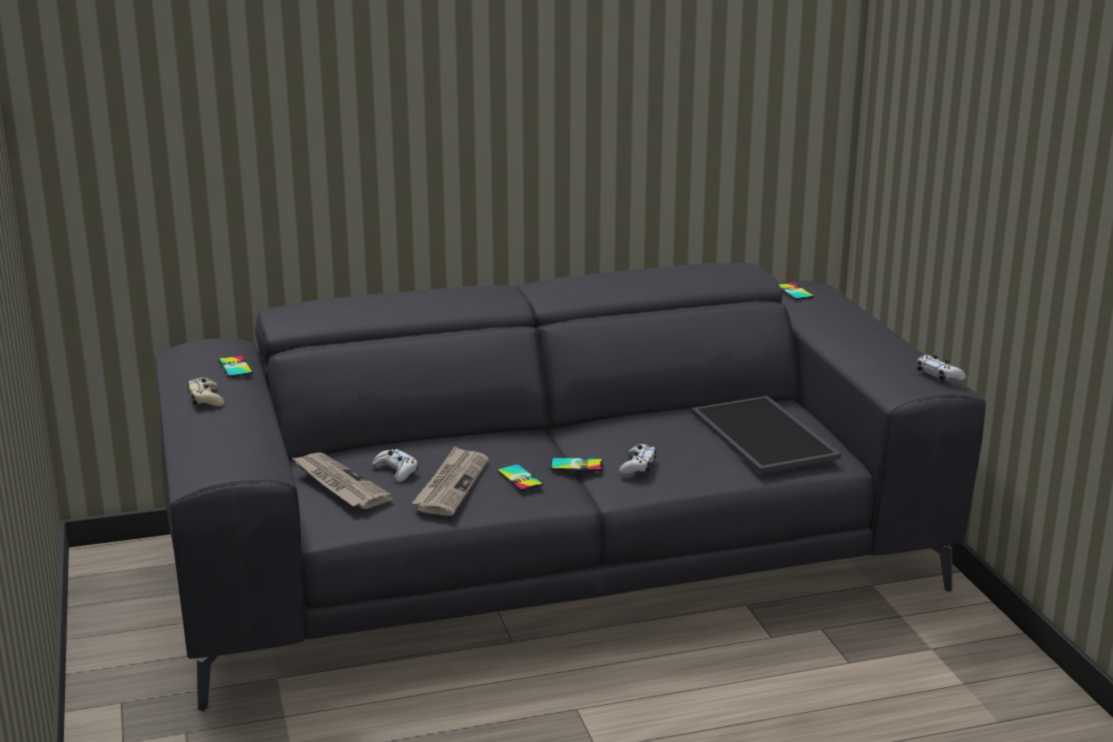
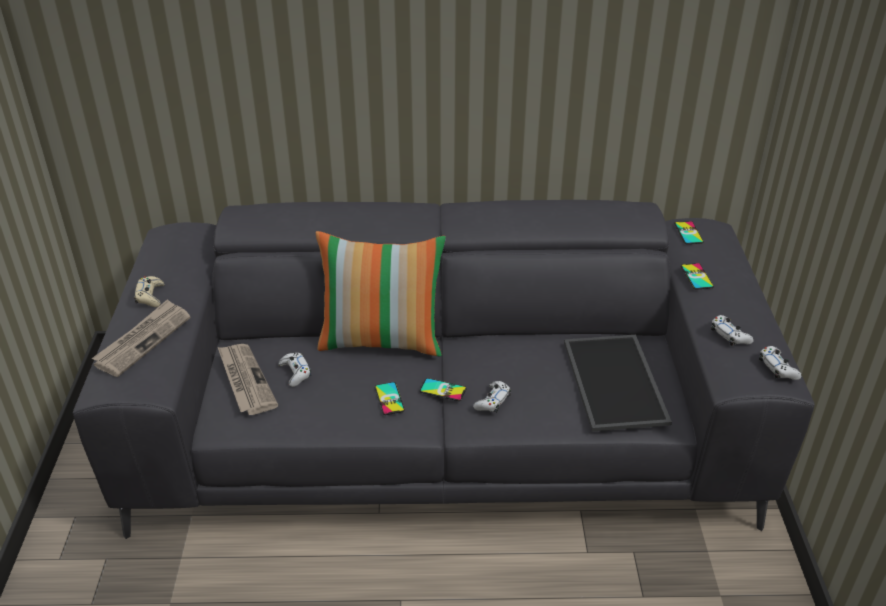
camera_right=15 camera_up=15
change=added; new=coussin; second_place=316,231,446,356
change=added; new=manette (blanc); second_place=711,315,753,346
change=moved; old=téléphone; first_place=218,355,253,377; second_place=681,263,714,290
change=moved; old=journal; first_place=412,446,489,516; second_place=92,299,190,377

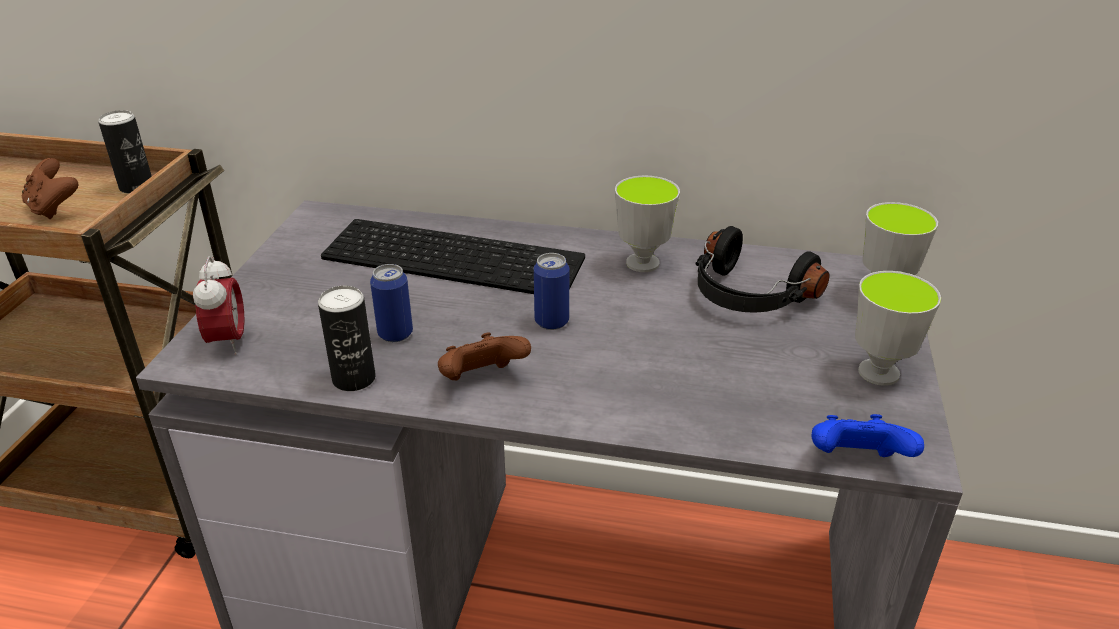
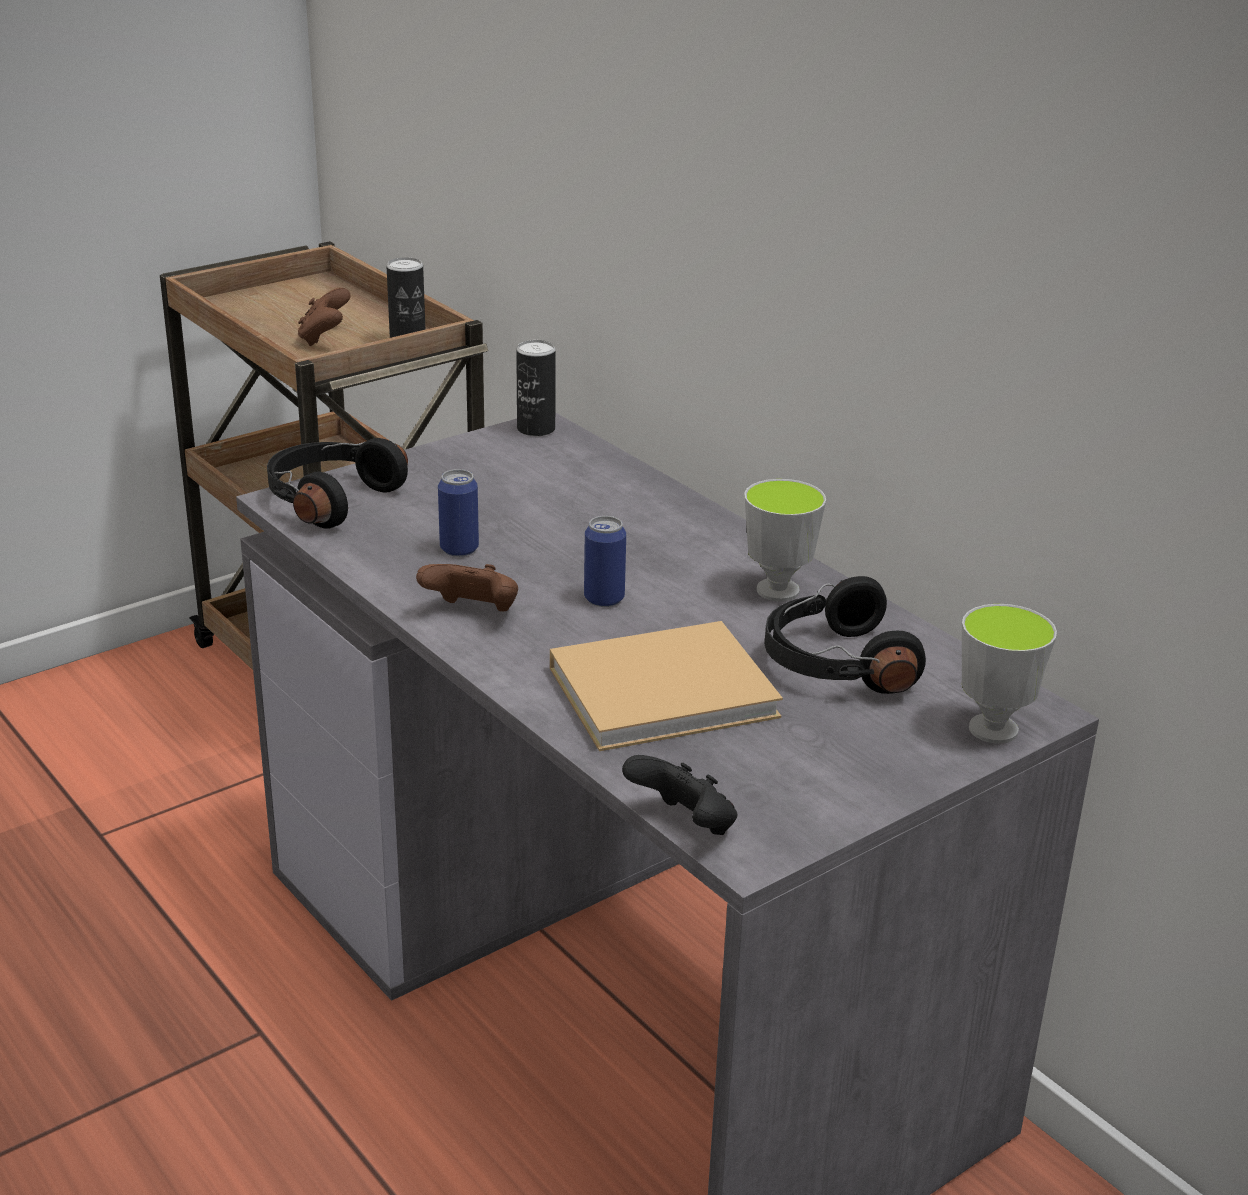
camera_right=40 camera_up=-5
change=removed; old=clavier; first_place=321,219,585,294
change=removed; old=tasse; first_place=855,271,941,386
change=added; new=livre (beige); second_place=550,621,783,751
change=moved; old=boîte métallique; first_place=318,286,375,391; second_place=516,340,556,436
change=replaced; old=réveil; new=casque audio (noir); first_place=193,256,244,355; second_place=267,438,408,529
change=recoloured; old=manette (bleu); new=manette (noir); first_place=811,414,924,457; second_place=622,755,737,835

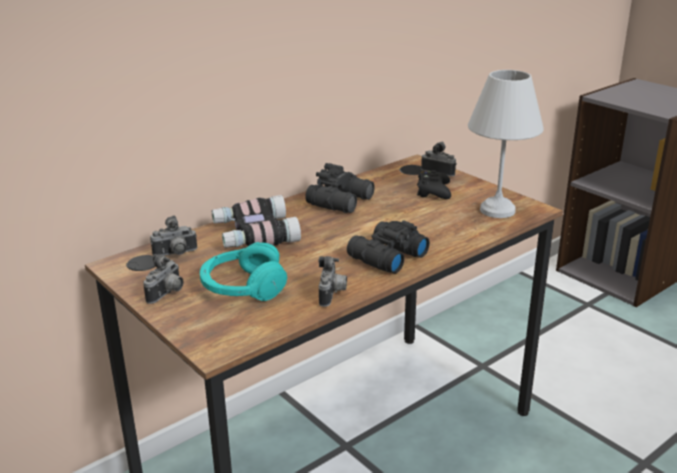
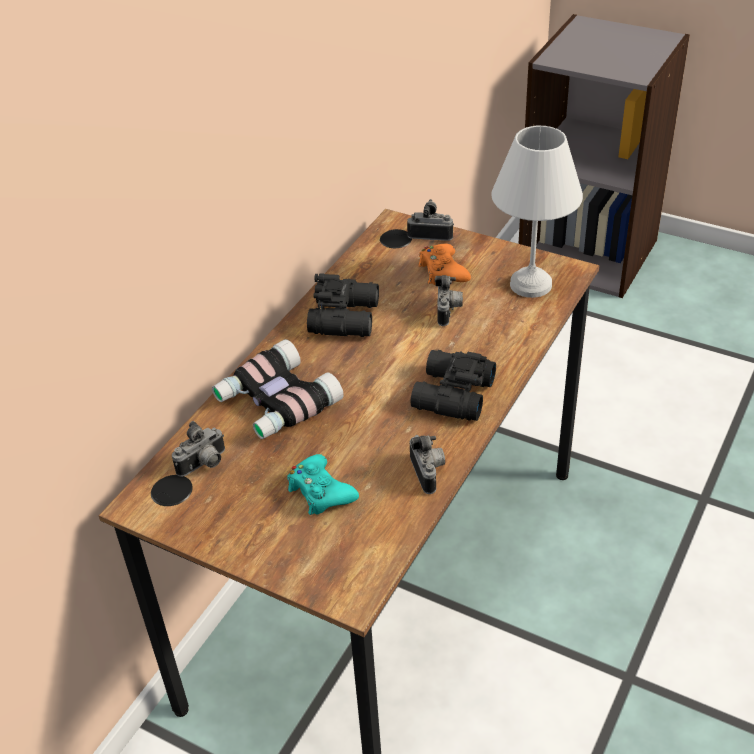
camera_right=-20 camera_up=15
change=moved; old=appareil photo; first_place=143,254,184,304; second_place=435,275,463,326
change=replaced; old=casque audio (turquoise); new=manette (turquoise); first_place=200,242,287,301; second_place=287,454,359,515
change=recoloured; old=manette (noir); new=manette (orange); first_place=417,170,451,199; second_place=418,244,471,285

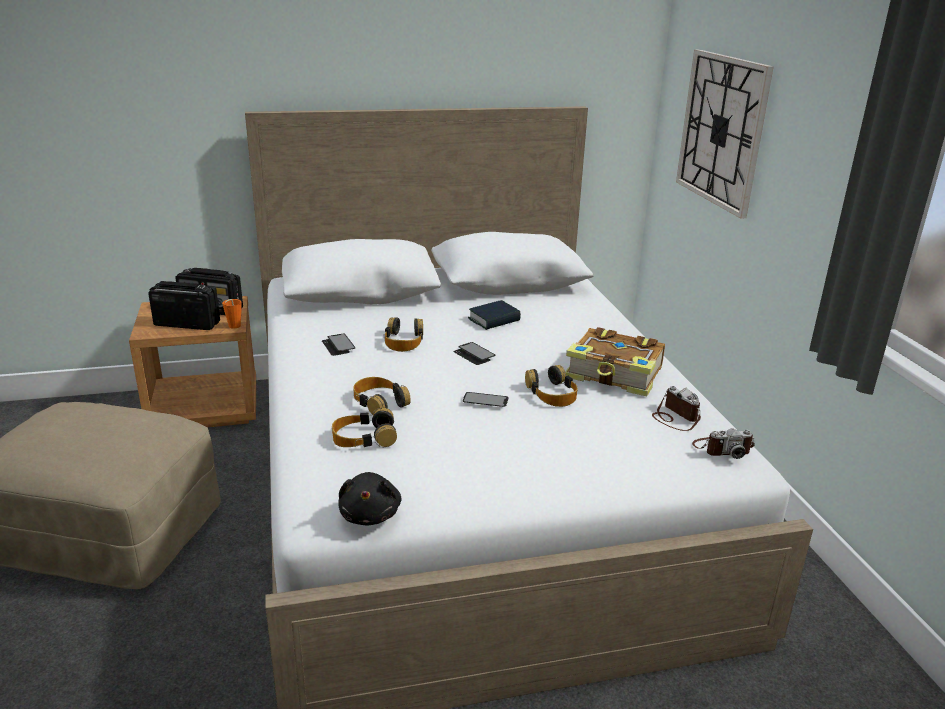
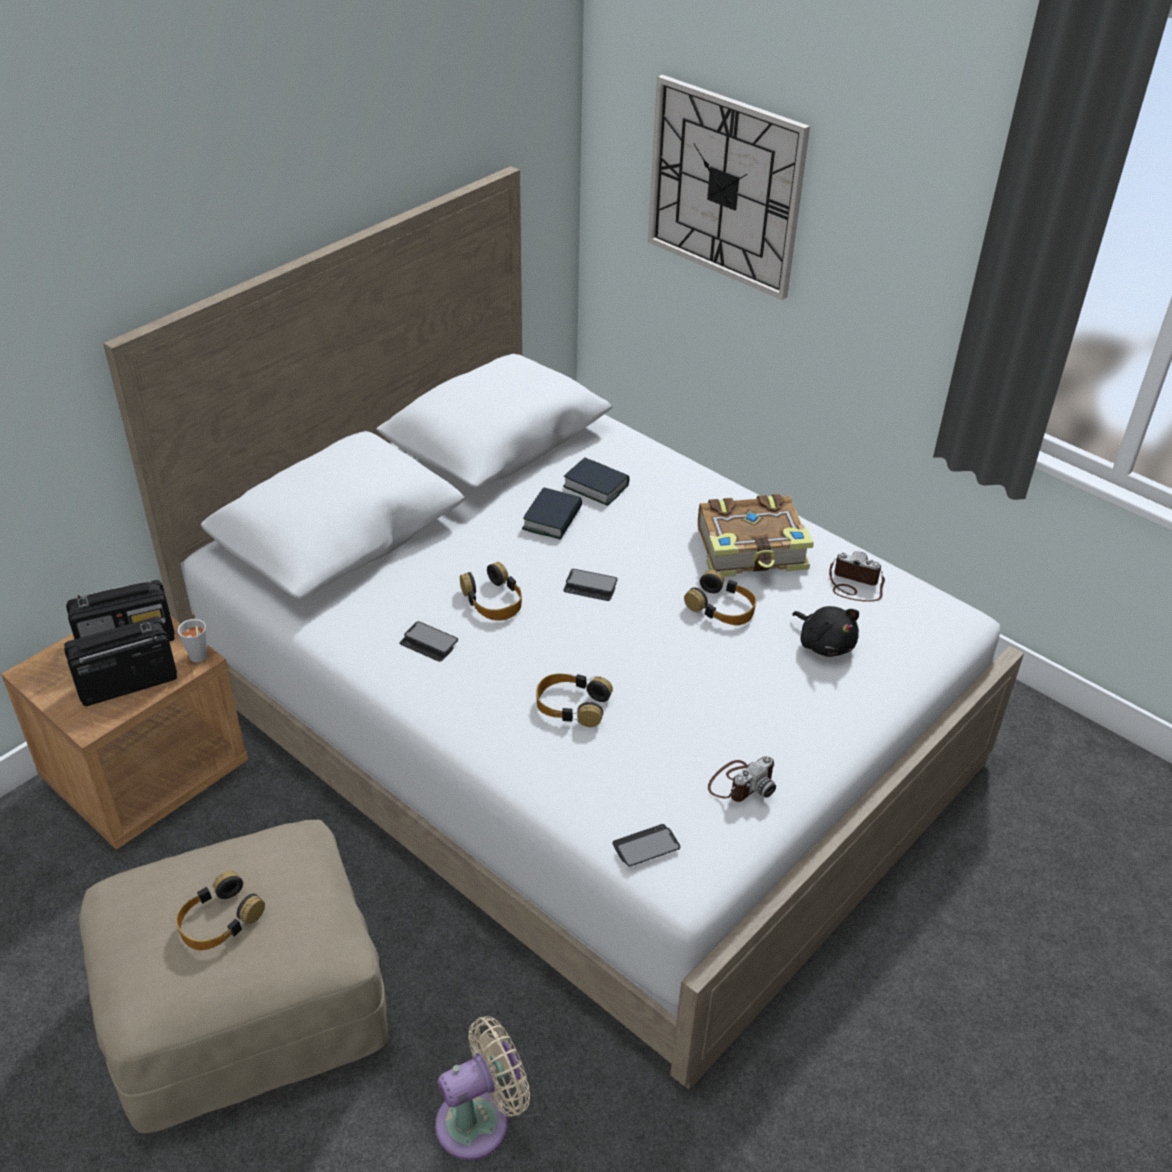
camera_right=-35 camera_up=15
change=added; new=ventilateur (beige); second_place=435,1016,530,1160
change=added; new=livre; second_place=563,457,629,506
change=moved; old=casque audio; first_place=332,408,397,447; second_place=176,871,265,950
change=moved; old=peluche (noir); first_place=339,472,401,525; second_place=792,606,859,657
change=moved; old=téléphone; first_place=463,392,509,407; second_place=612,824,680,867
change=moved; old=appareil photo; first_place=692,428,755,459; second_place=708,756,776,802
change=recoloured; old=tasse (orange); new=tasse (gris); first_place=222,299,242,329; second_place=178,619,207,662

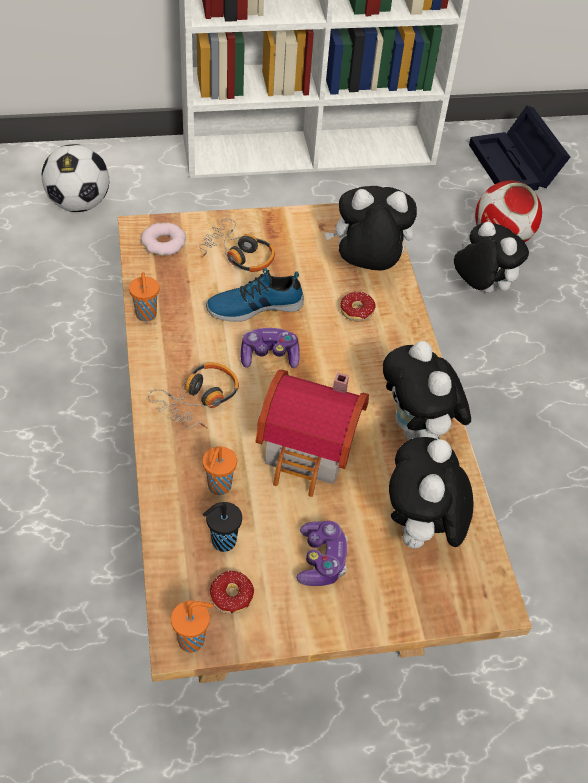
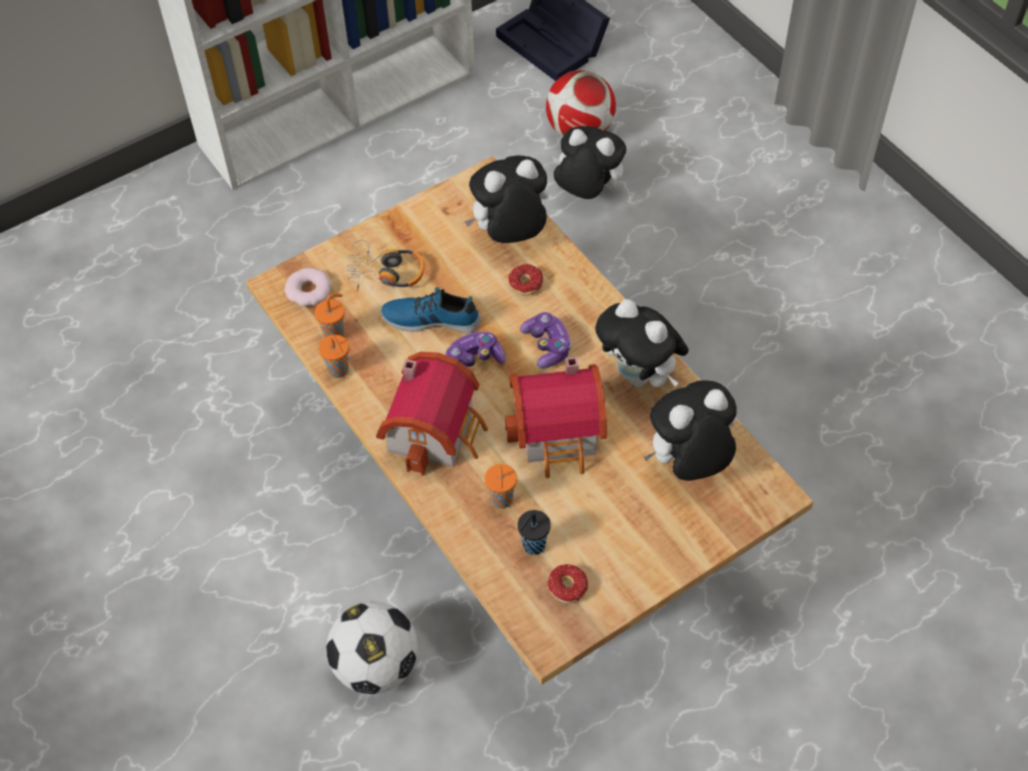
camera_right=-20 camera_up=5
change=moved; old=ballon de foot; first_place=42,144,109,212; second_place=326,602,418,694
change=moved; old=tasse (orange); first_place=171,601,213,652; second_place=315,293,345,337
change=moved; old=manette; first_place=296,521,348,586; second_place=520,312,572,368
change=replaced; old=casque audio; new=maison miniature; first_place=148,363,239,429; second_place=376,352,488,475
change=turned; old=chaussure; first_place=206,268,304,322; second_place=381,287,481,334; degrees=45
change=turned; old=peluche; first_place=389,437,473,556; second_place=644,381,737,481; degrees=75

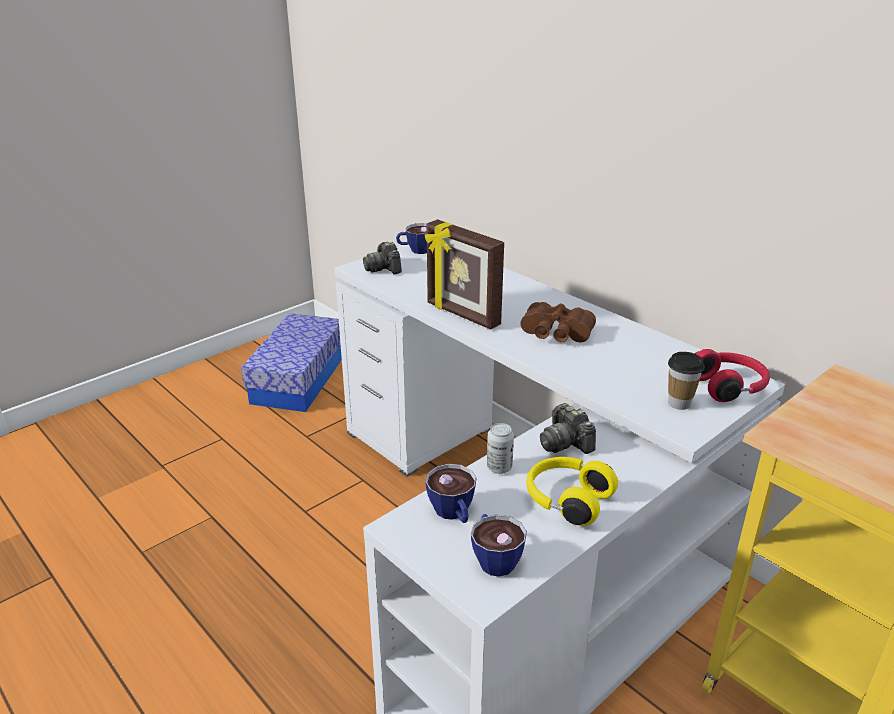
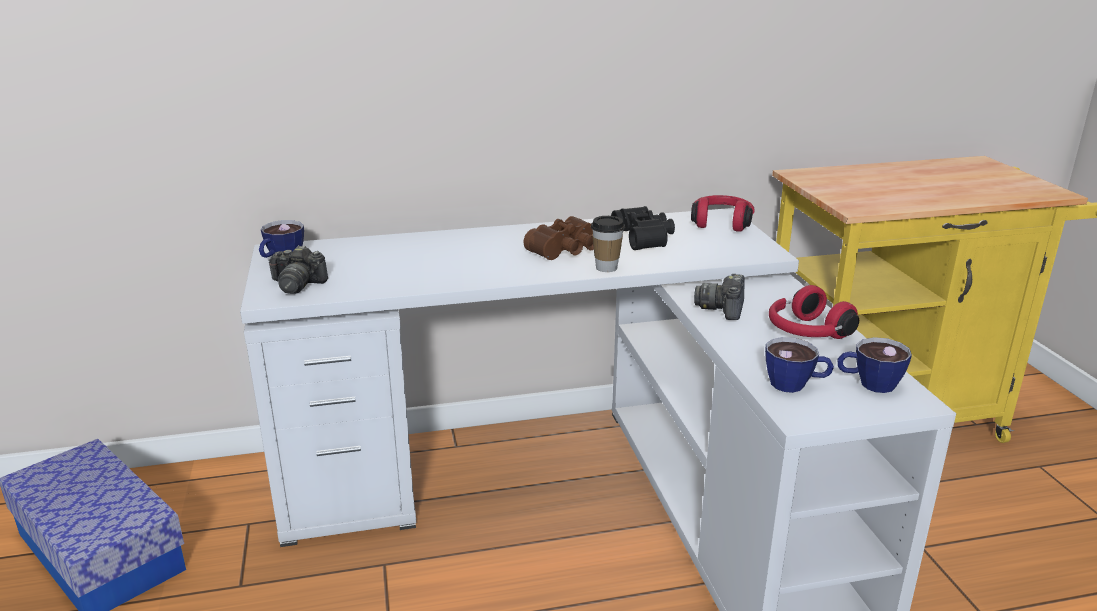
camera_right=-60 camera_up=-5
change=removed; old=cadre photo; first_place=425,219,504,329
change=removed; old=boîte métallique; first_place=487,423,514,474
change=added; new=jumelles (noir); second_place=611,206,675,250
change=moved; old=tasse; first_place=668,352,705,410; second_place=591,216,625,272
change=recoloured; old=casque audio (jaune); new=casque audio (rouge); first_place=526,457,618,526; second_place=769,285,859,339
change=turned; old=appareil photo; first_place=540,403,596,454; second_place=694,274,745,320; degrees=105

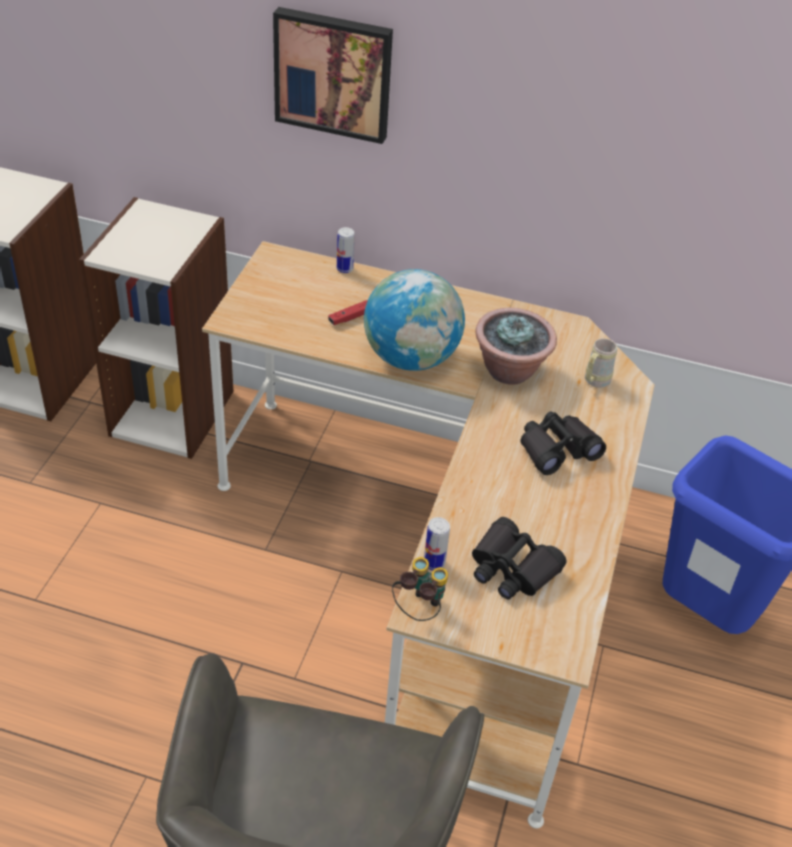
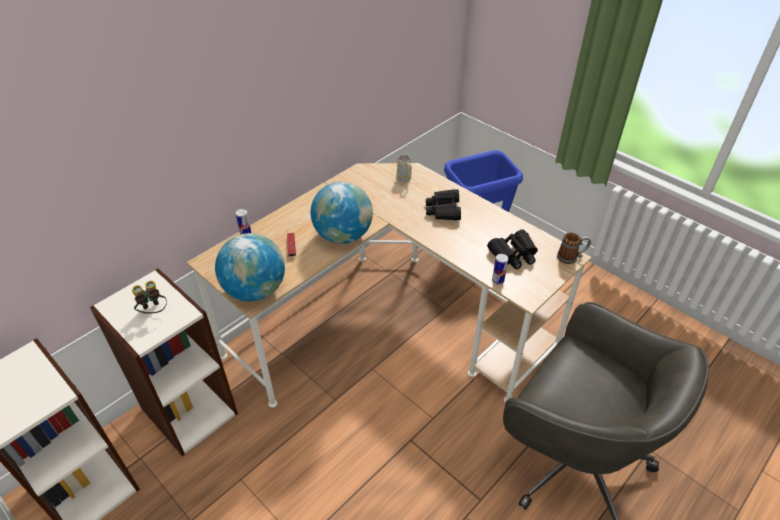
camera_right=-60 camera_up=0
change=removed; old=tableau; first_place=273,7,393,144
change=removed; old=plante en pot; first_place=476,308,557,385
change=added; new=globe; second_place=215,233,285,301
change=added; new=mug; second_place=557,232,591,264
change=moved; old=jumelles; first_place=392,557,448,621; second_place=132,281,167,314

